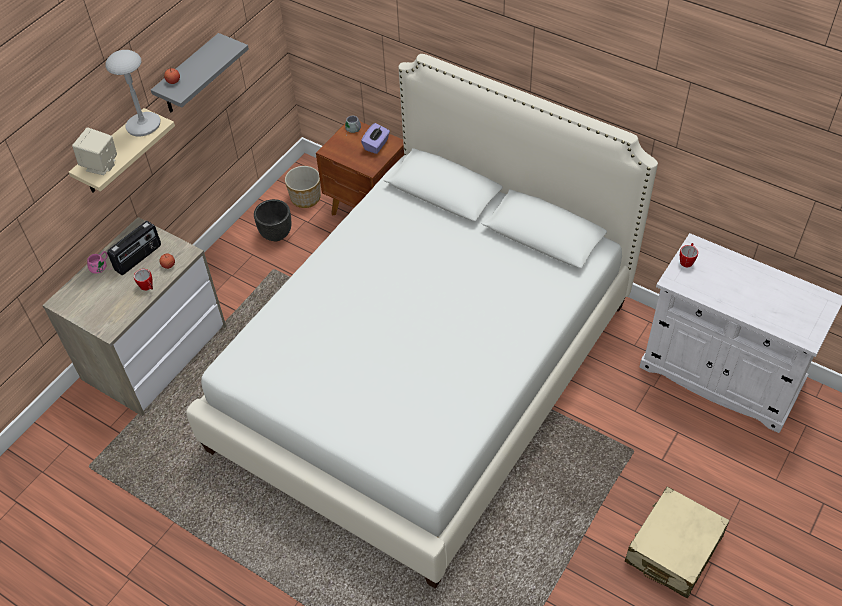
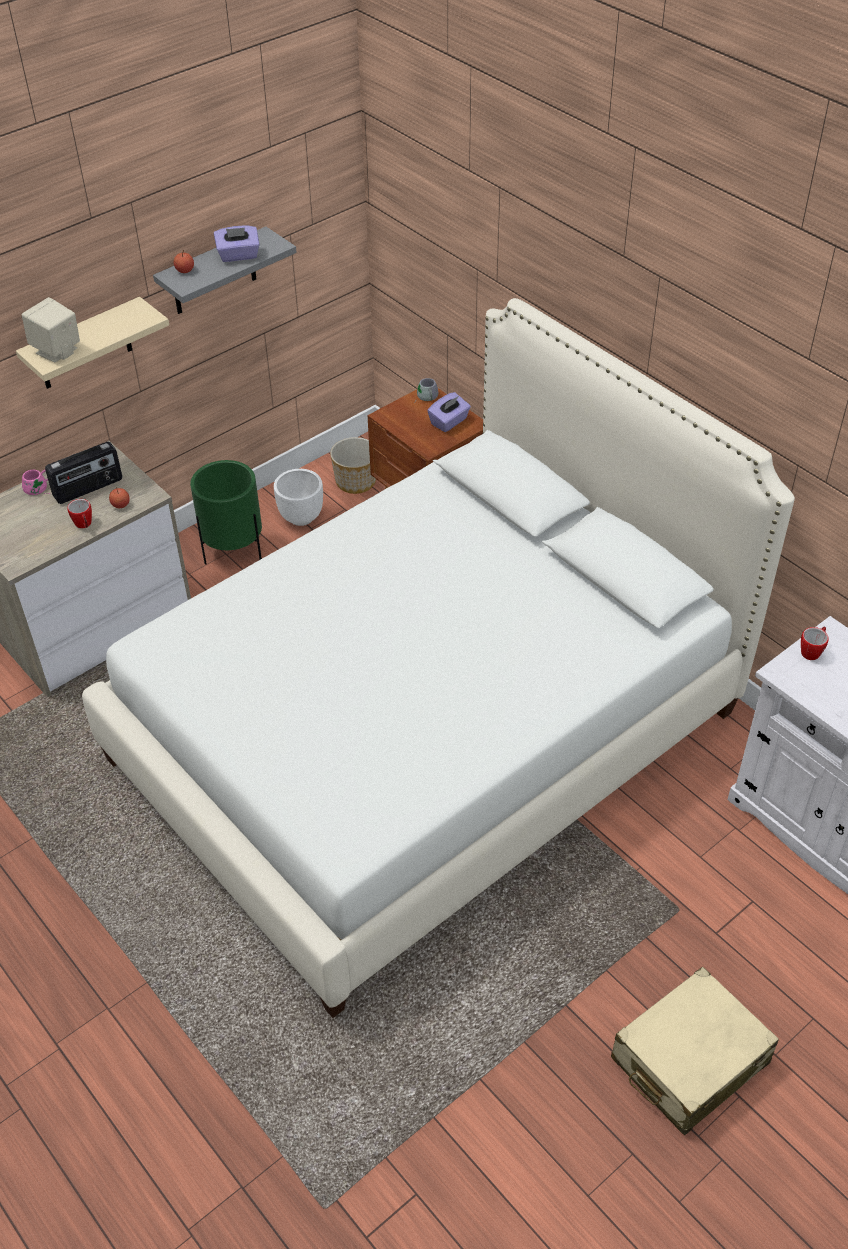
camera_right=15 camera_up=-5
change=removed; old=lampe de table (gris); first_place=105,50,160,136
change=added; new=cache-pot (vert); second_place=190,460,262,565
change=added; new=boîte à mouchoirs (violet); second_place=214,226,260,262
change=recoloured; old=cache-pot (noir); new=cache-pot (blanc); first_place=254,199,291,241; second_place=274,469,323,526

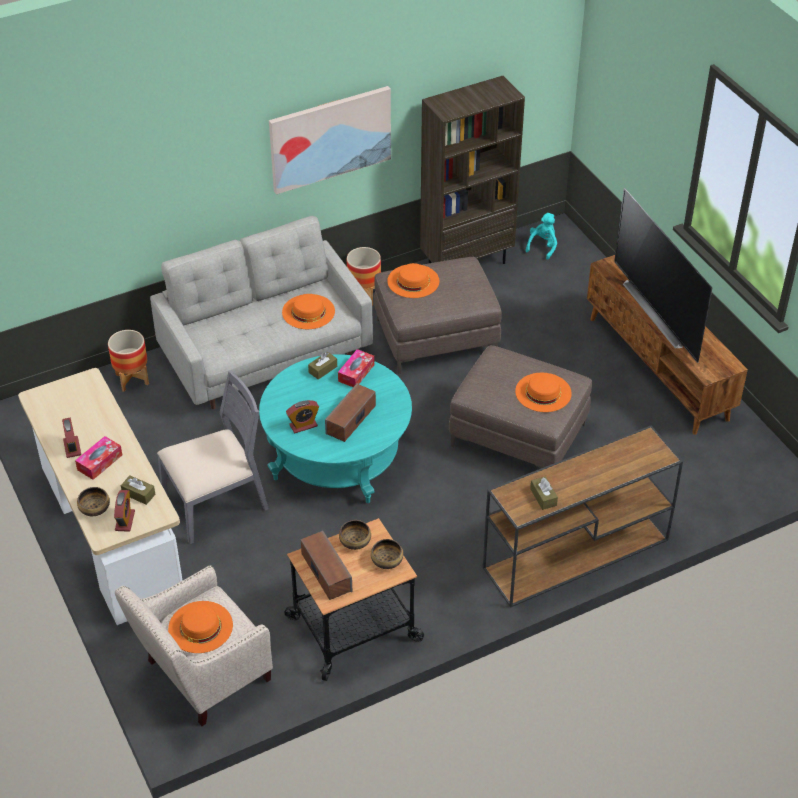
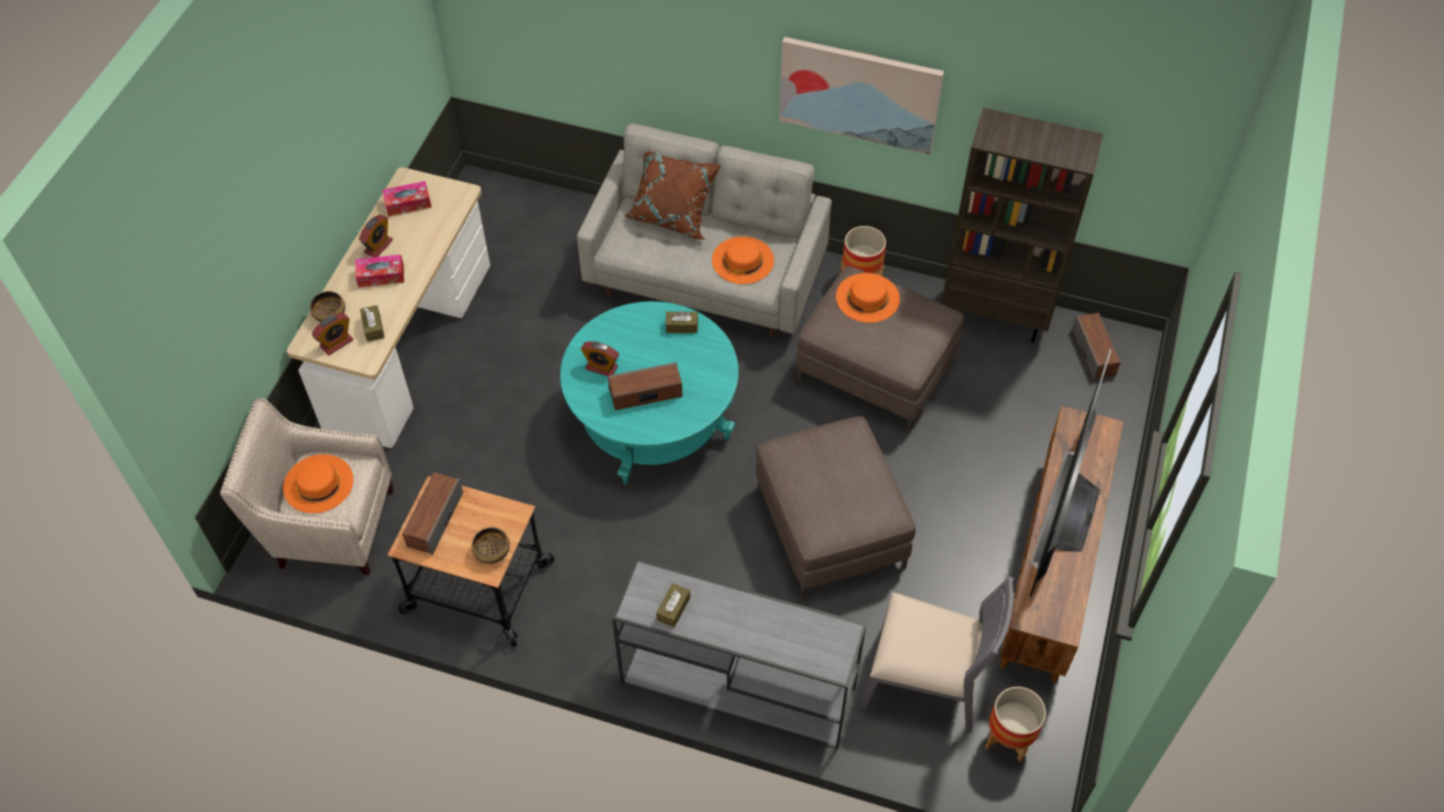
camera_right=45 camera_up=10
change=removed; old=bol; first_place=339,520,371,550
change=removed; old=chapeau (orange); first_place=515,373,572,412
change=added; new=coussin (marron); second_place=624,151,721,240
change=moved; old=cache-pot; first_place=108,330,149,392; second_place=985,687,1046,762
change=moved; old=chaise (gris); first_place=157,371,269,544; second_place=861,576,1014,732
change=moved; old=boîte à mouchoirs; first_place=338,349,374,387; second_place=382,181,431,216
change=replaced; old=peluche (turquoise); new=enceinte; first_place=525,213,557,260; second_place=1072,313,1121,379
change=recoloured; old=table console (marron); new=table console (gris); first_place=483,426,683,607; second_place=612,558,866,749

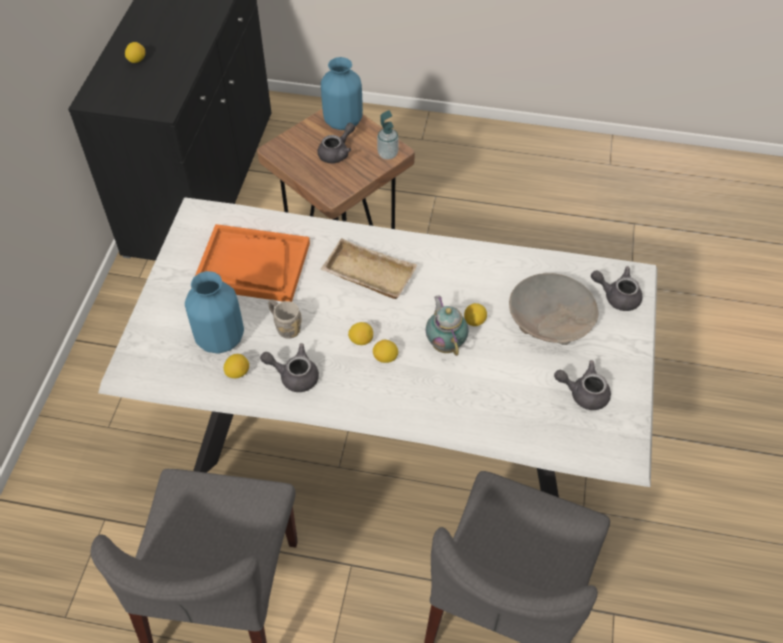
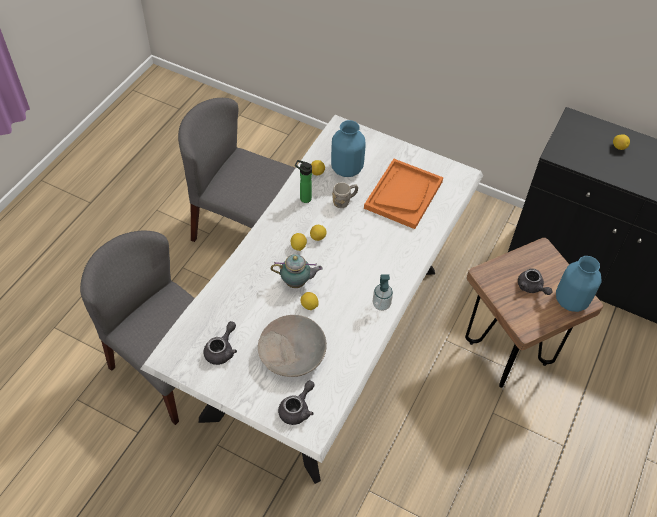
camera_right=105 camera_up=0
change=removed; old=plateau (beige); first_place=321,238,417,299
change=moved; old=distributeur de savon; first_place=377,110,399,160; second_place=372,274,393,311
change=replaced; old=théière (gris); new=bouteille; first_place=260,343,319,392; second_place=295,160,312,203

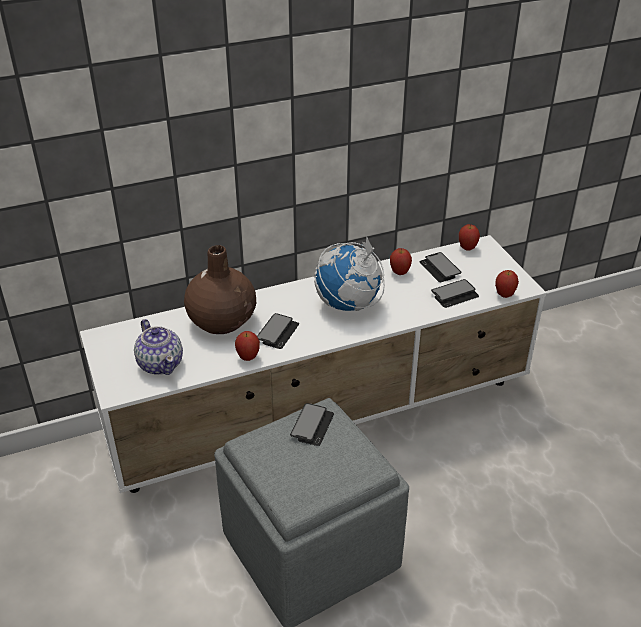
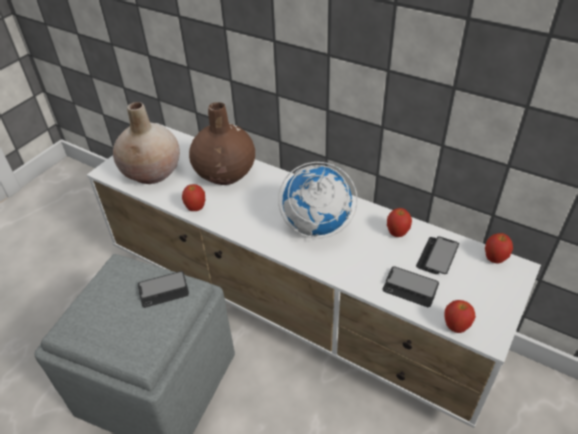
camera_right=55 camera_up=5
change=removed; old=téléphone; first_place=257,313,299,349
change=replaced; old=théière; new=vase (beige); first_place=134,319,183,375; second_place=113,102,180,184

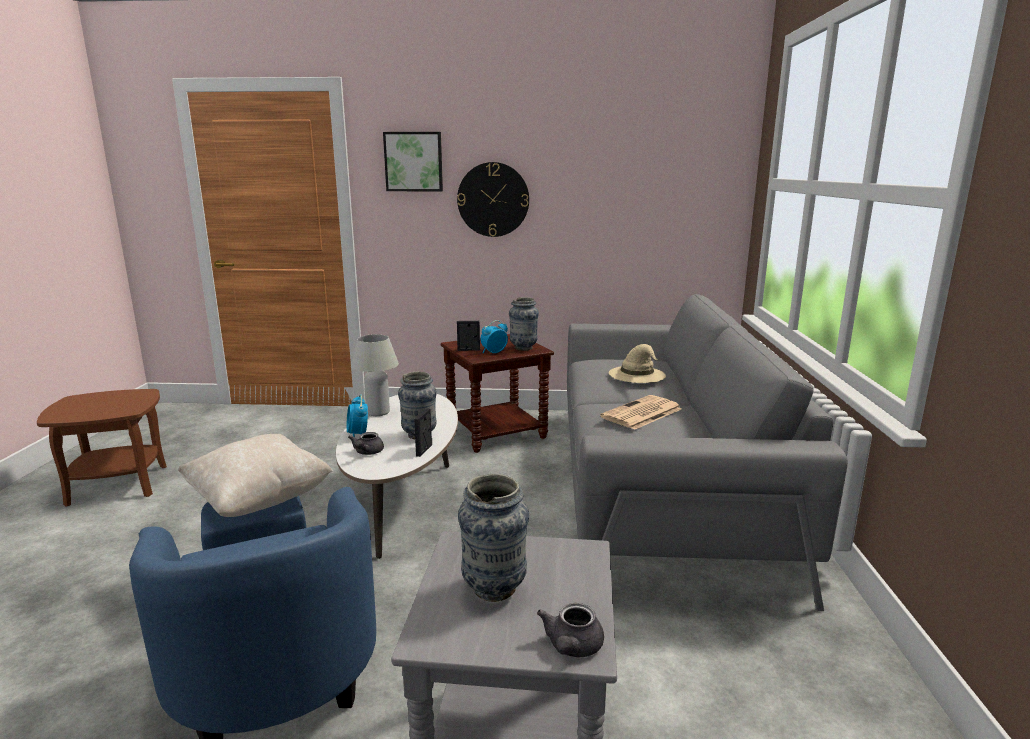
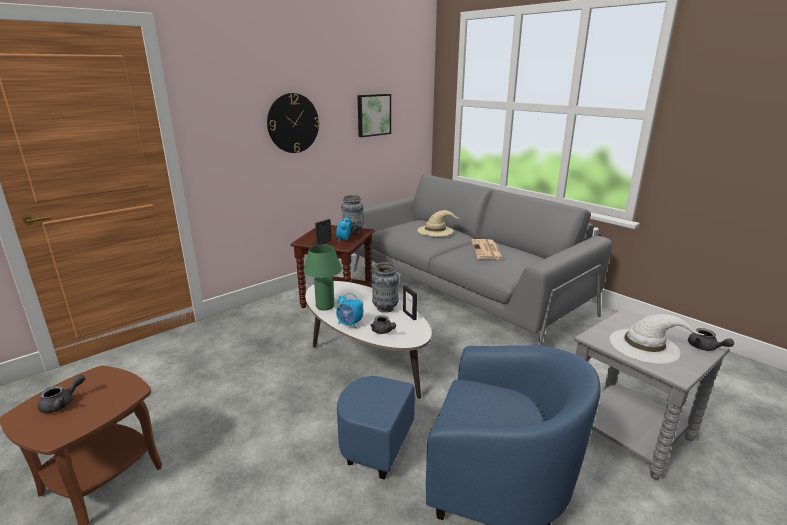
camera_right=-45 camera_up=5
change=removed; old=coussin (beige); first_place=178,434,333,517
change=added; new=théière (gris); second_place=38,374,85,413
change=moved; old=tableau; first_place=383,132,443,191; second_place=357,94,391,137
change=replaced; old=vase; new=chapeau (blanc); first_place=458,474,529,602; second_place=610,314,706,364
change=recoloured; old=lampe de table (blanc); new=lampe de table (vert); first_place=351,334,399,416; second_place=304,245,342,311

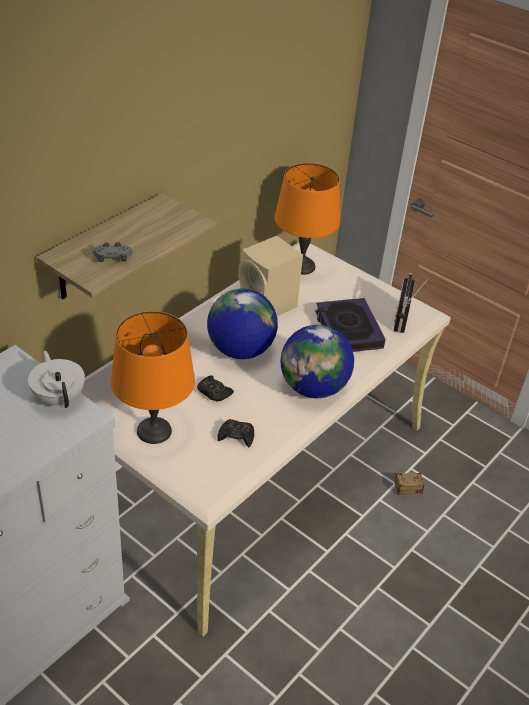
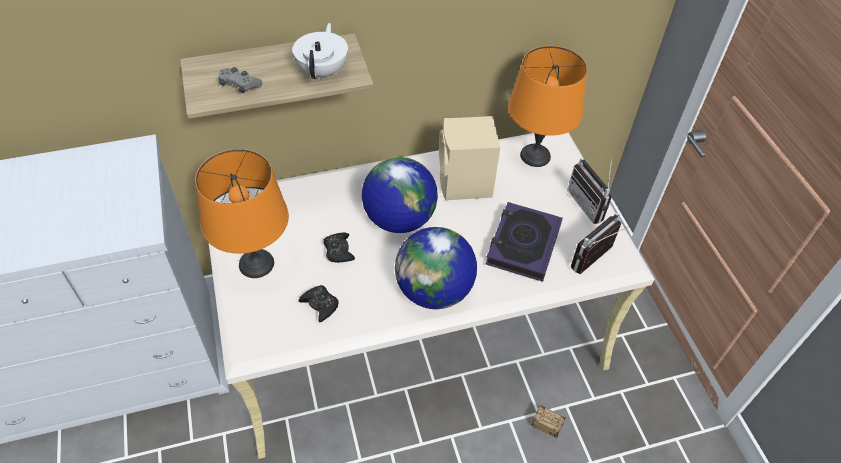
camera_right=35 camera_up=10
change=added; new=radio; second_place=567,157,612,224
change=moved; old=théière (blanc); first_place=28,351,85,408; second_place=292,23,348,80

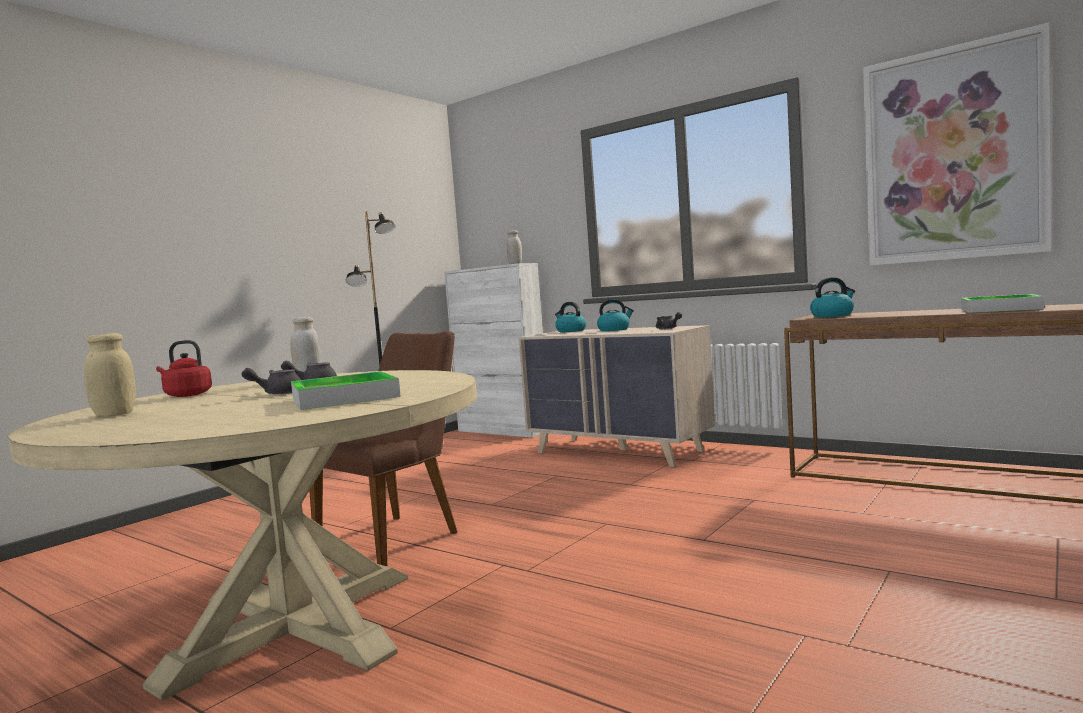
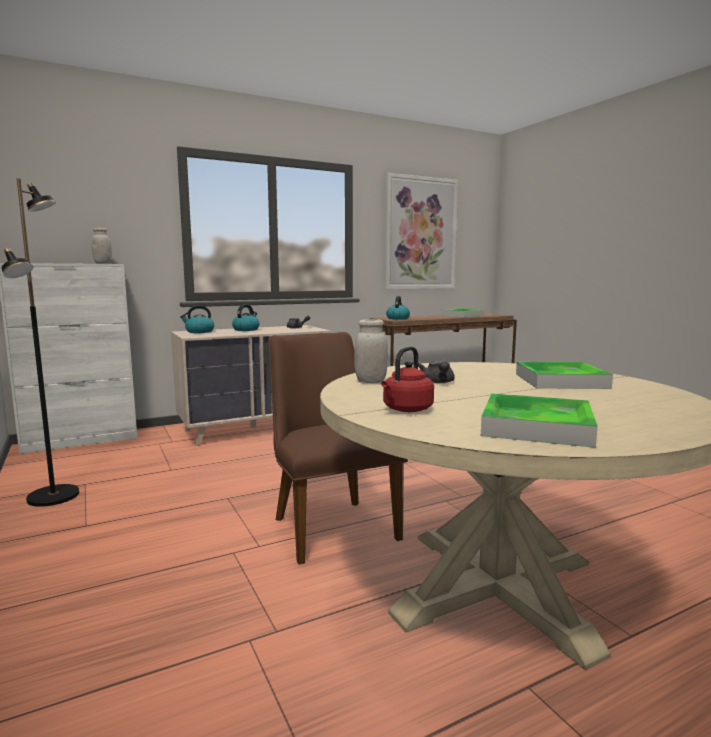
camera_right=-65 camera_up=5
change=removed; old=théière (gris); first_place=242,368,301,395
change=replaced; old=bocal (beige); new=plateau; first_place=84,333,136,416; second_place=481,393,598,448

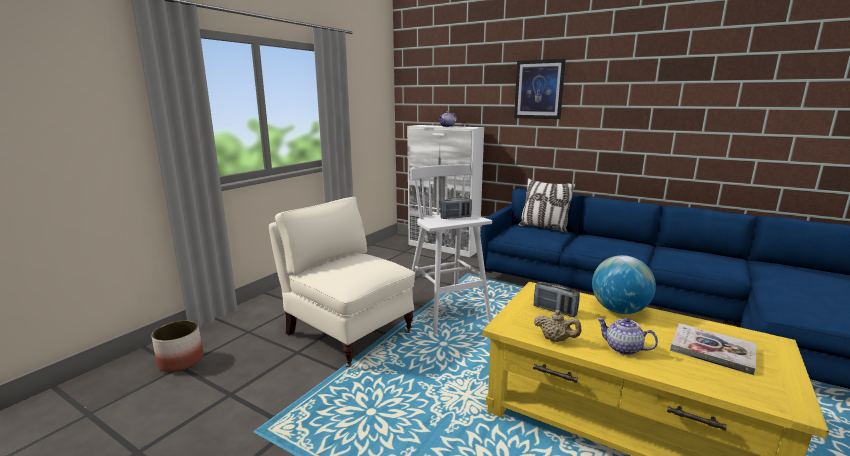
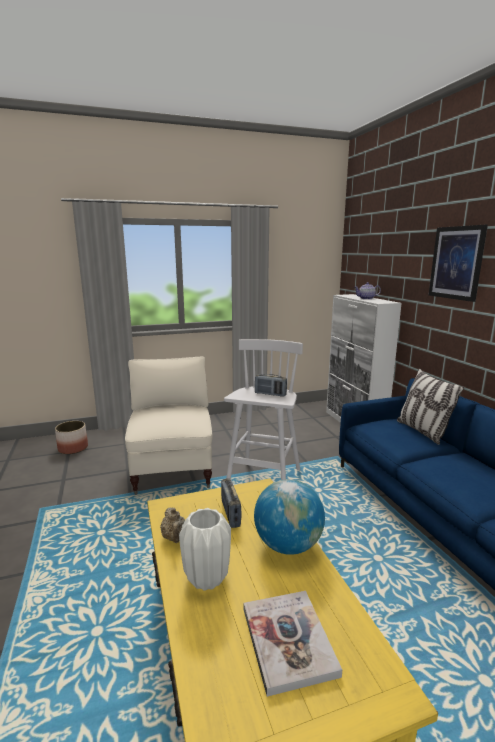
camera_right=40 camera_up=0
change=replaced; old=théière; new=vase (blanc); first_place=597,318,658,355; second_place=179,508,231,591

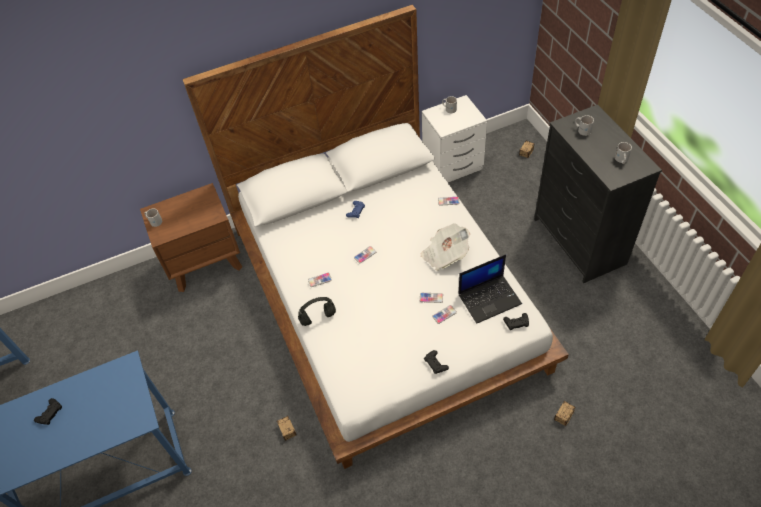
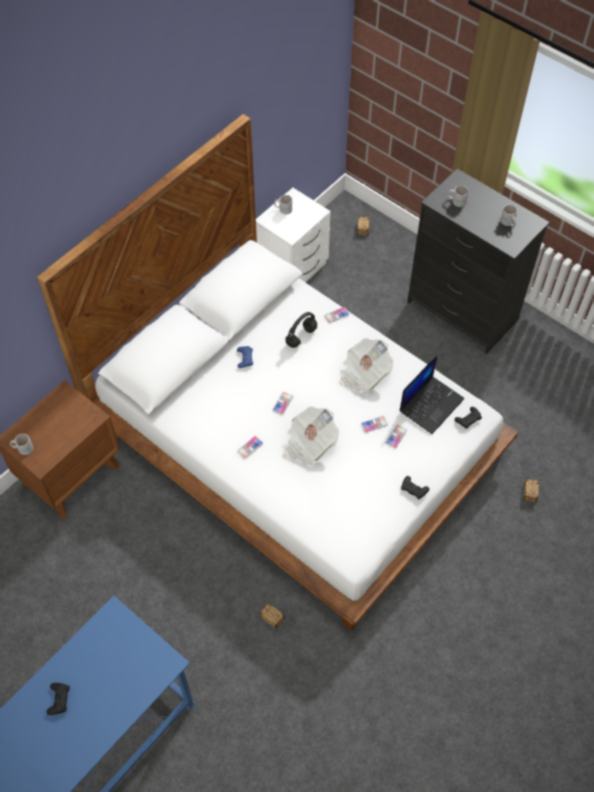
camera_right=-30 camera_up=5
change=added; new=journal; second_place=283,406,339,466
change=moved; old=casque audio (noir); first_place=298,297,336,326; second_place=285,312,317,348

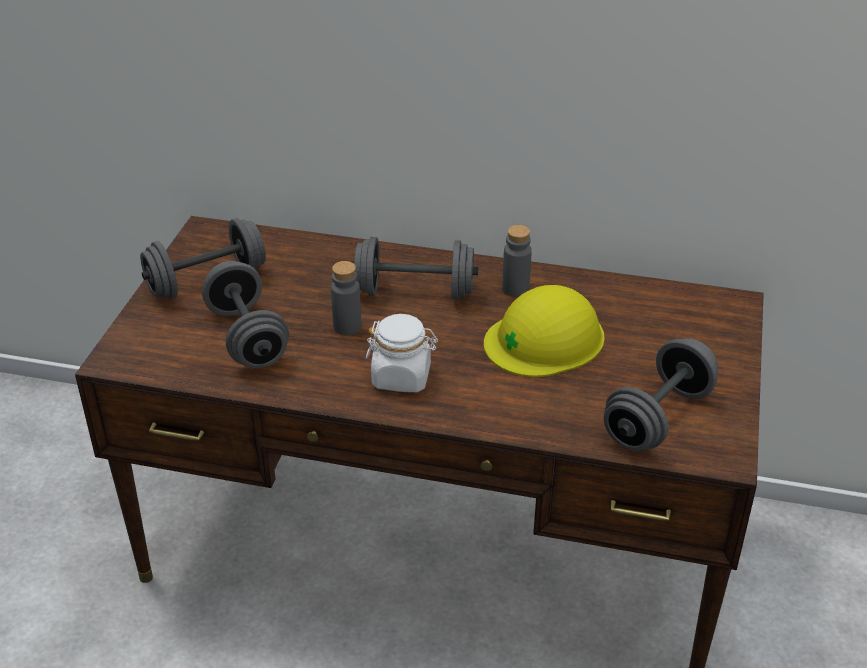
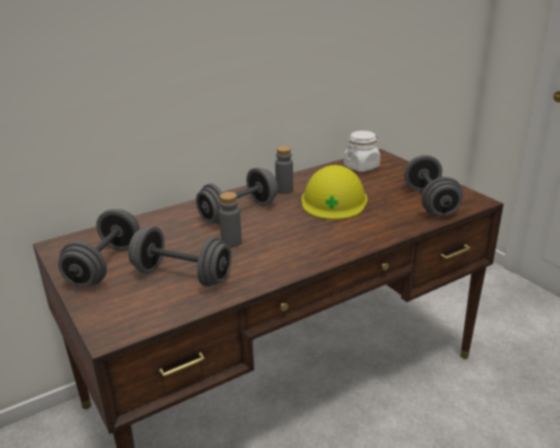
camera_right=-45 camera_up=-10
change=moved; old=bocal (blanc); first_place=366,314,438,392; second_place=344,131,380,172

